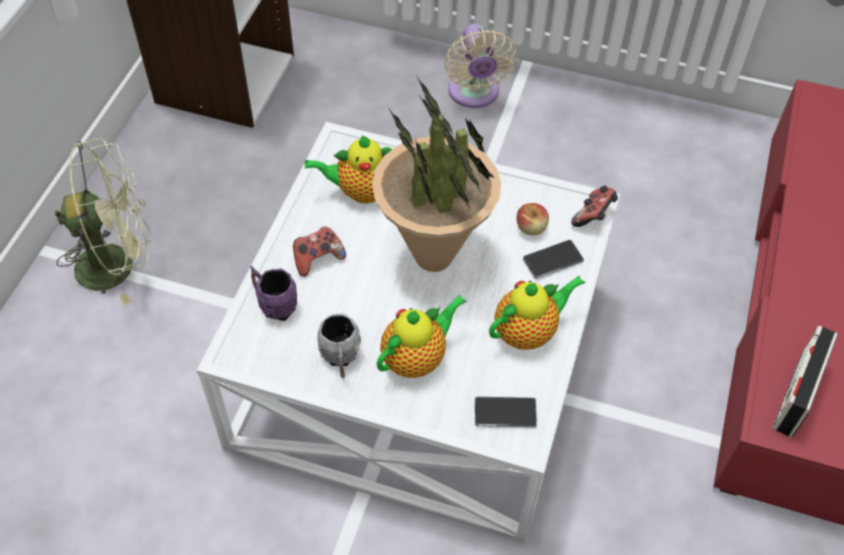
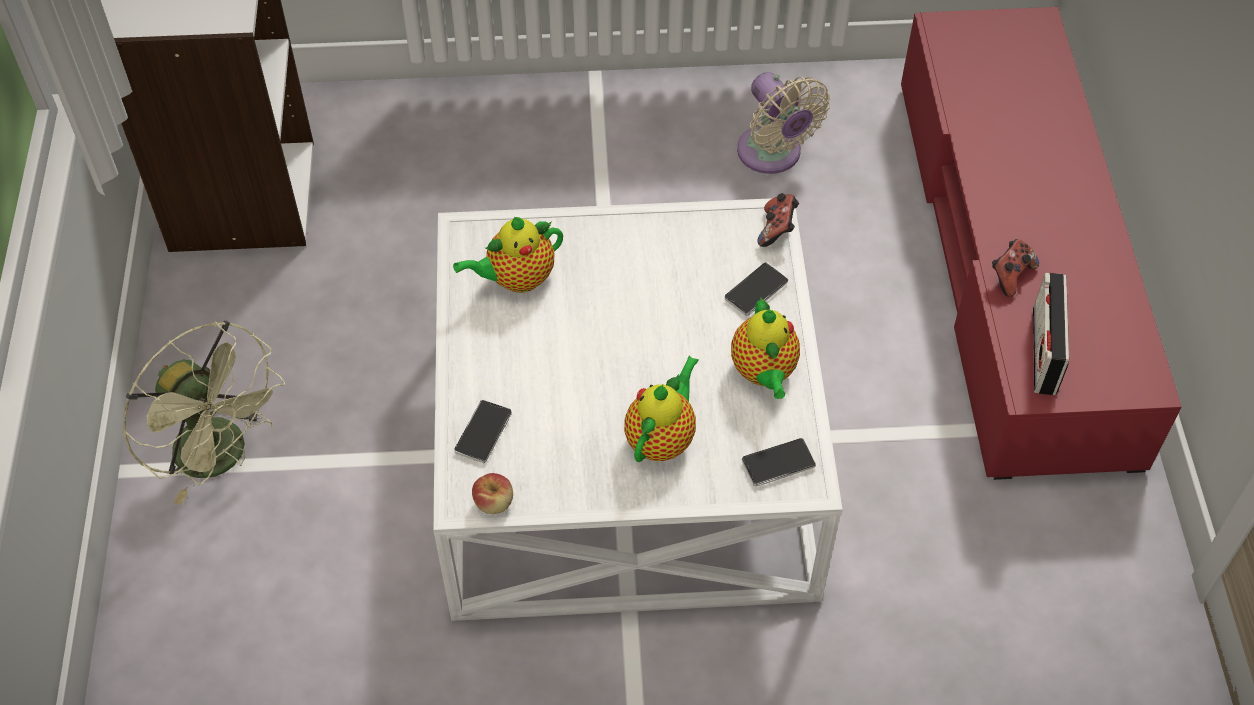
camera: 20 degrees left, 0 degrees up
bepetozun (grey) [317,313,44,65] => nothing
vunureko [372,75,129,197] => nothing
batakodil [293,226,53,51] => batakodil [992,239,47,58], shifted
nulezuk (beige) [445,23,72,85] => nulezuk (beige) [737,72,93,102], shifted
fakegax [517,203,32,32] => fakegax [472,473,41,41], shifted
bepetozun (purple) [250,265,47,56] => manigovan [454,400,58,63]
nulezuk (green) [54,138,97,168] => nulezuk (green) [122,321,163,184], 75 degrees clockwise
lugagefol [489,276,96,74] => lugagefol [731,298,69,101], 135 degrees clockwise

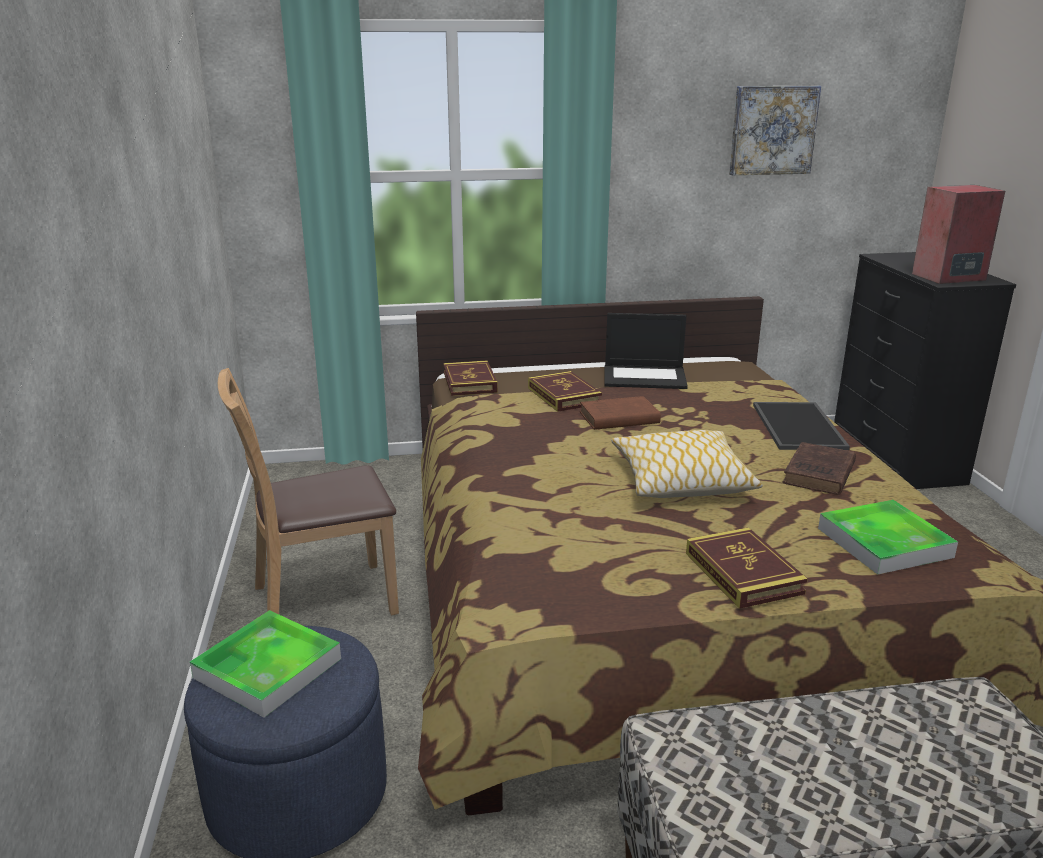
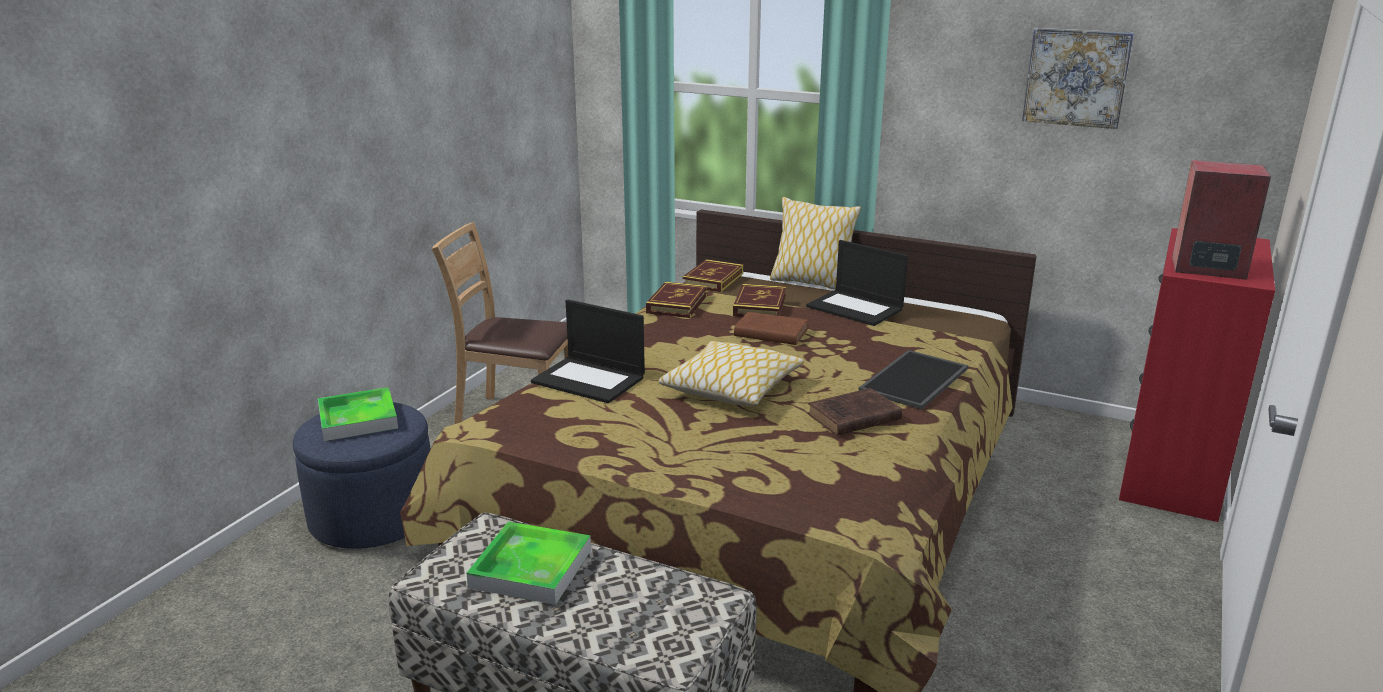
camera: 35 degrees right, 0 degrees up
nothing => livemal [531,300,114,103]
nothing => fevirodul [770,197,91,93]
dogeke [686,527,122,82] => dogeke [646,282,61,36], shifted
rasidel [818,500,140,75] => rasidel [466,522,125,83], shifted
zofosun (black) [834,252,182,237] => zofosun (red) [1119,228,156,294]

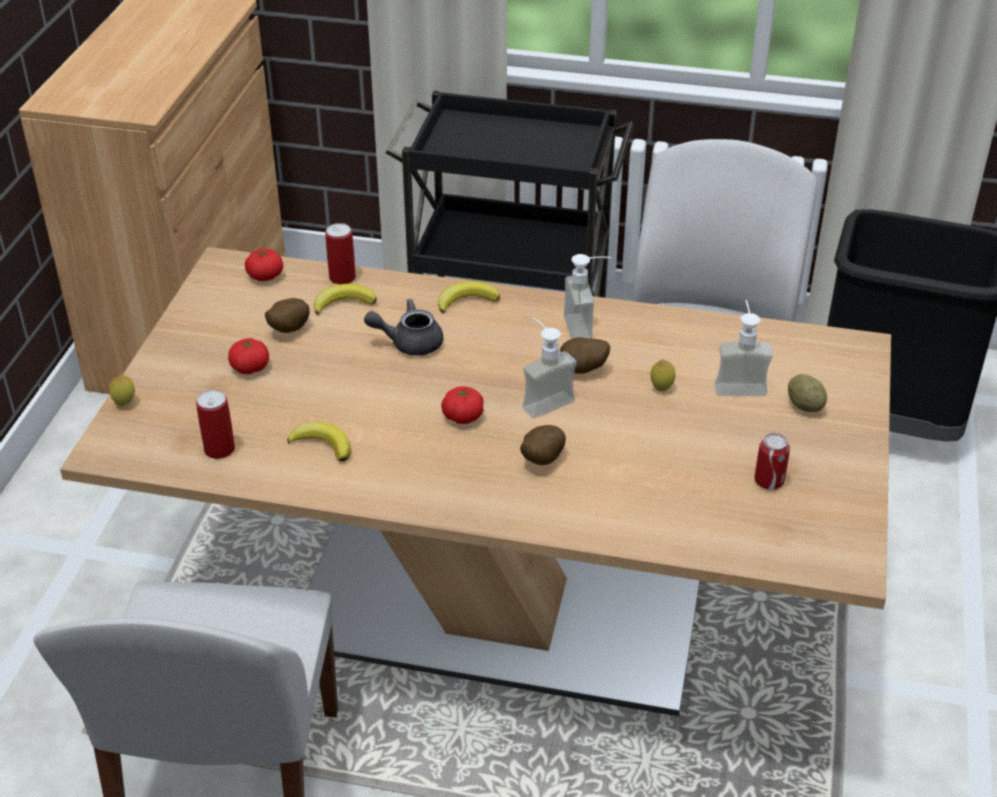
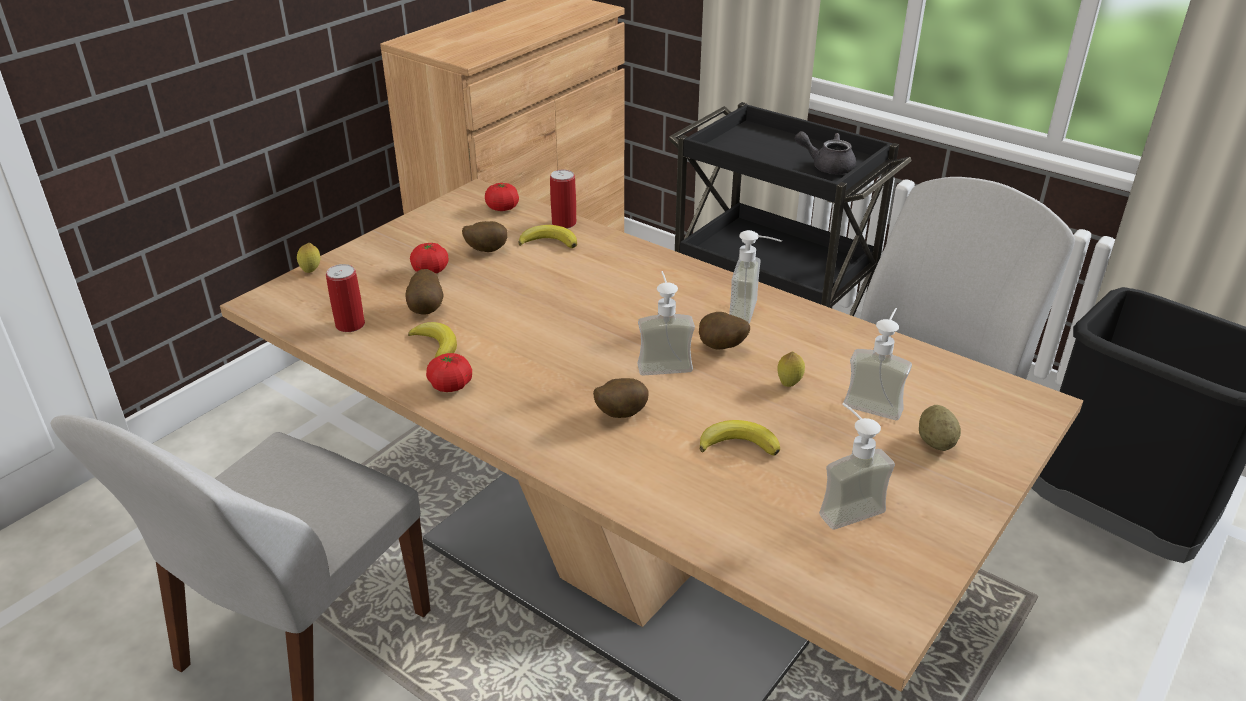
camera: 25 degrees right, 5 degrees down
nothing => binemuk [406,269,38,45]
lugagefol (grey) [364,298,79,58] => lugagefol (grey) [795,131,61,43], shifted
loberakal [438,281,62,33] => loberakal [700,420,80,35], shifted
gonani [441,386,43,38] => gonani [426,353,46,39], shifted
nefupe [754,433,36,57] => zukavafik [819,403,76,127]

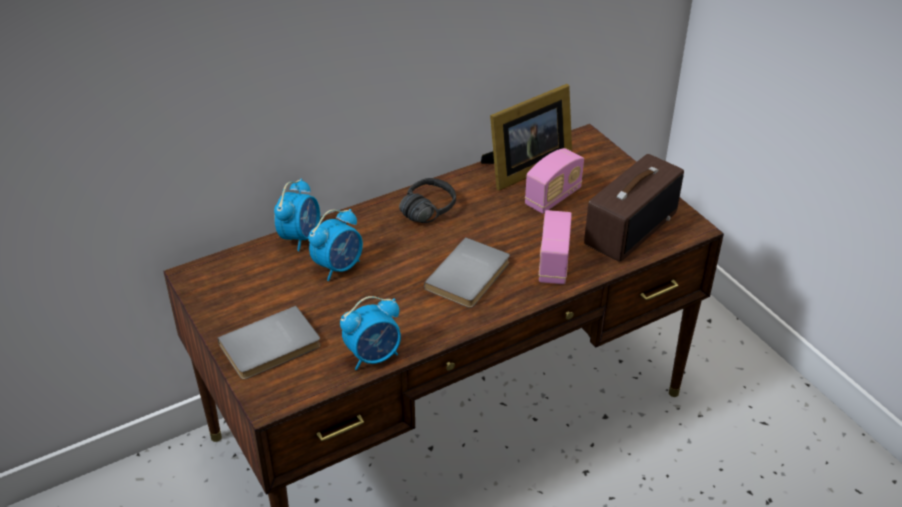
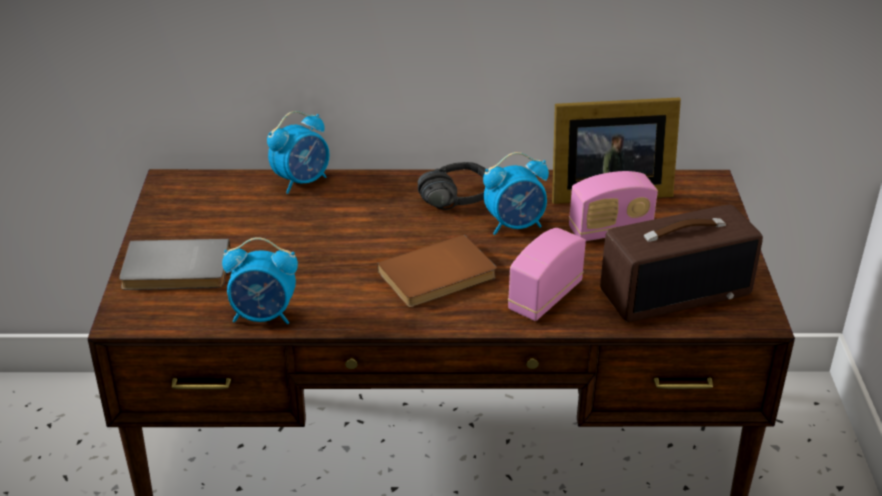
camera: 30 degrees right, 5 degrees down
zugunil [309,209,54,72] => zugunil [483,152,66,83], shifted
dogeke (grey) [424,237,86,71] => dogeke (brown) [377,235,120,73]

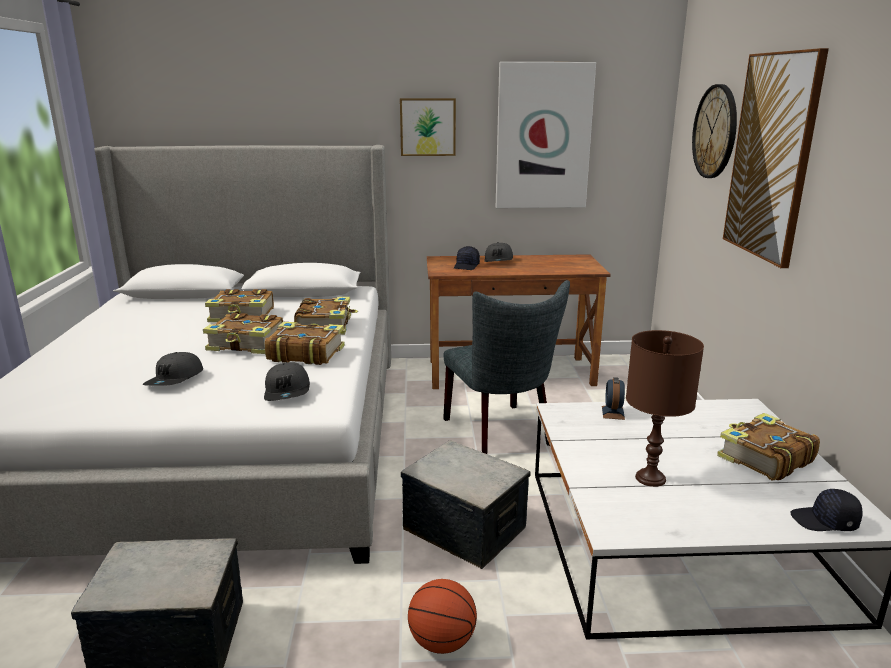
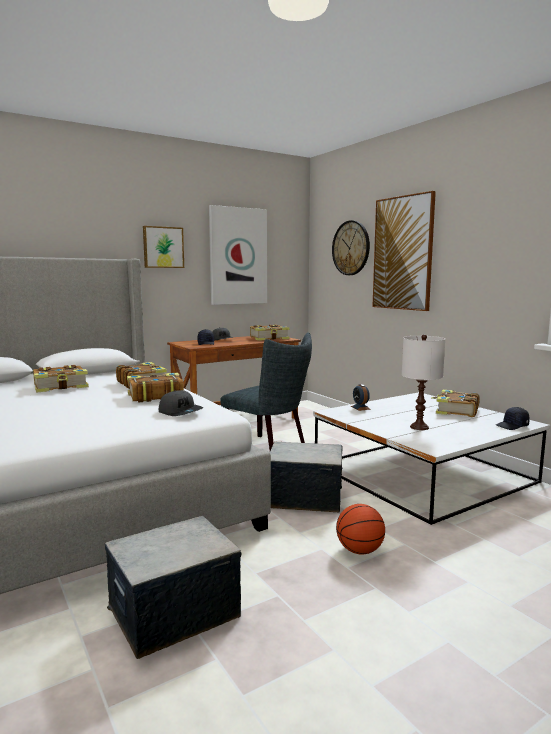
camera: 30 degrees left, 10 degrees down
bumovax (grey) [143,352,60,34] => nothing
dogeke [203,313,80,41] => dogeke [250,324,40,17], shifted
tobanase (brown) [626,330,78,157] => tobanase (white) [402,334,43,96]

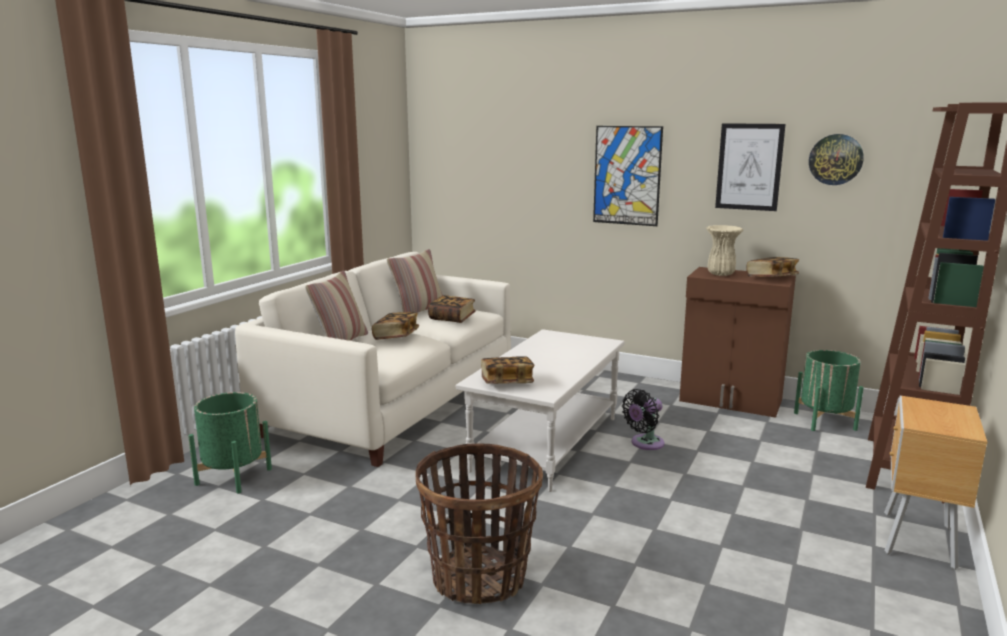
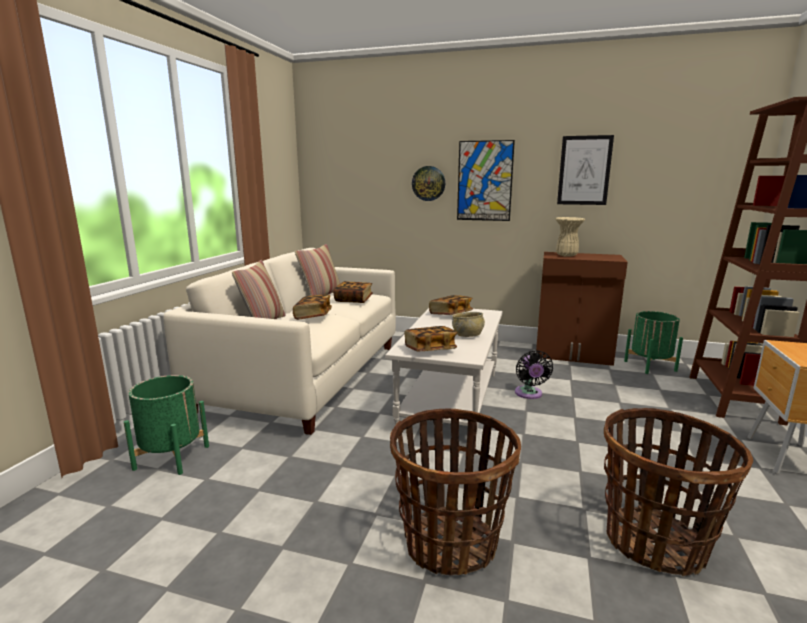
camera: 10 degrees left, 0 degrees up
nothing => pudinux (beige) [452,312,33,25]
nothing => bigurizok [604,408,149,168]
dogeke [746,257,53,20] => dogeke [429,295,44,20], shifted
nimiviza [809,134,55,51] => nimiviza [412,166,33,35], shifted
nulezuk (black) [622,389,43,61] => nulezuk (black) [515,350,38,49], 45 degrees counterclockwise

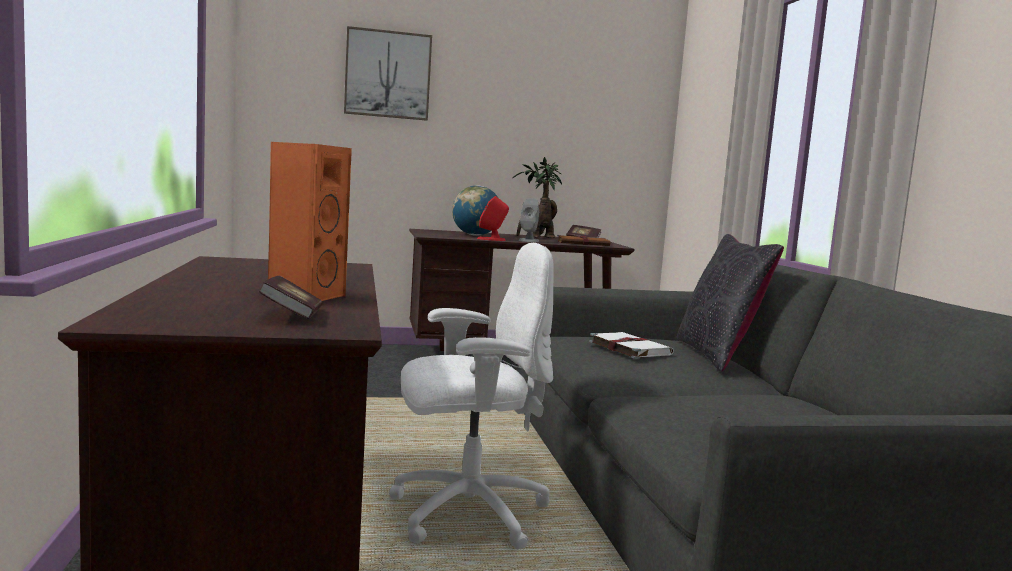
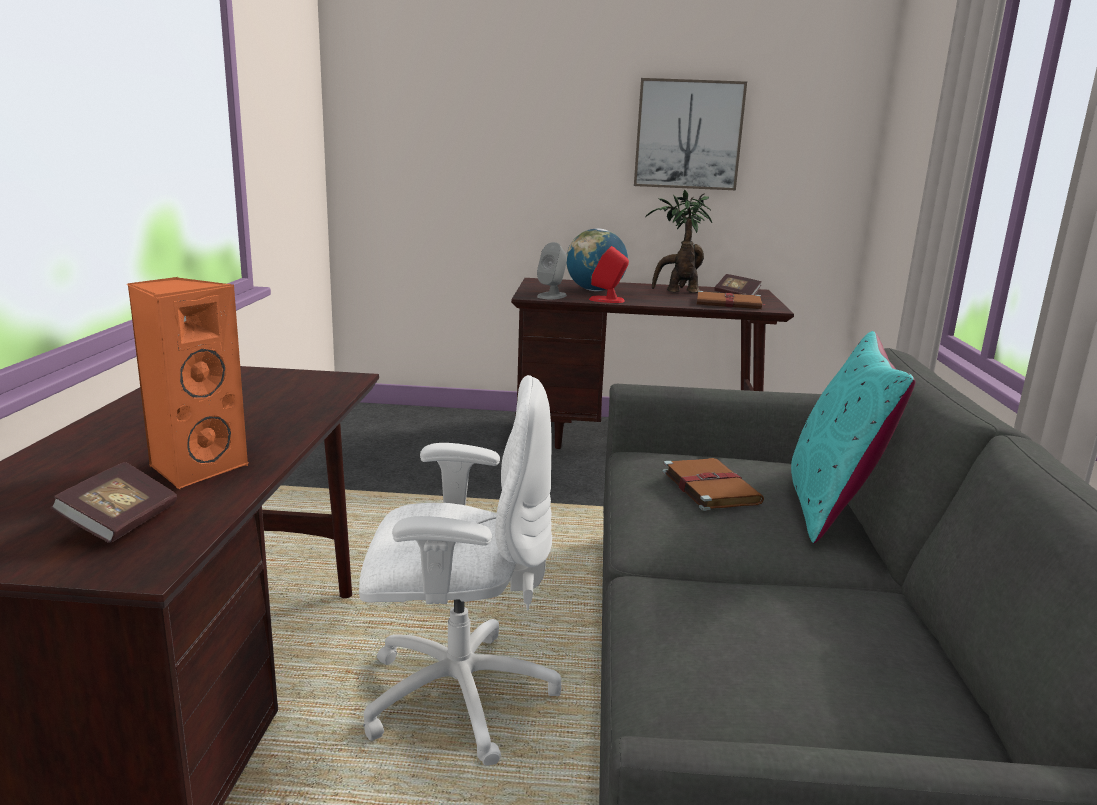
camera: 15 degrees right, 10 degrees up
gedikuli [344,26,88,95] => gedikuli [634,78,113,112], shifted
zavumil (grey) [518,198,21,44] => zavumil (grey) [537,242,30,58], shifted
dogeke (white) [589,332,85,27] => dogeke (brown) [662,458,102,53]
fevirodul (black) [677,234,107,138] => fevirodul (turquoise) [791,331,125,212]

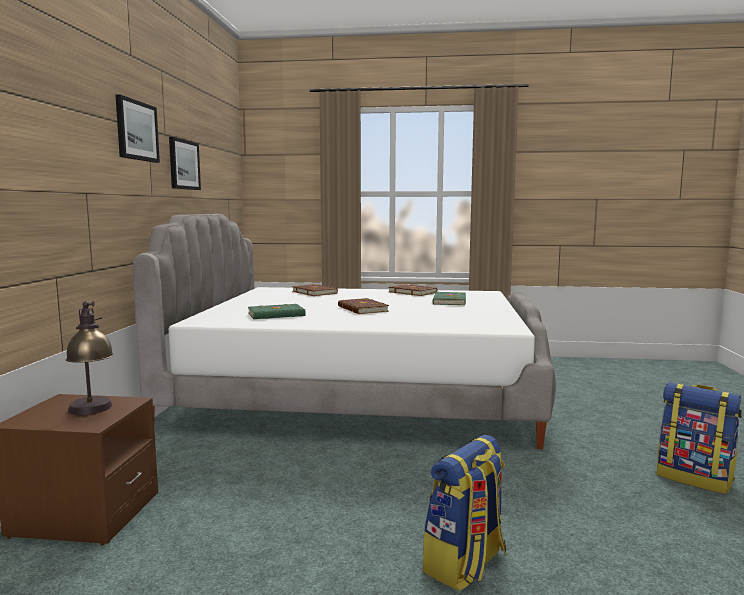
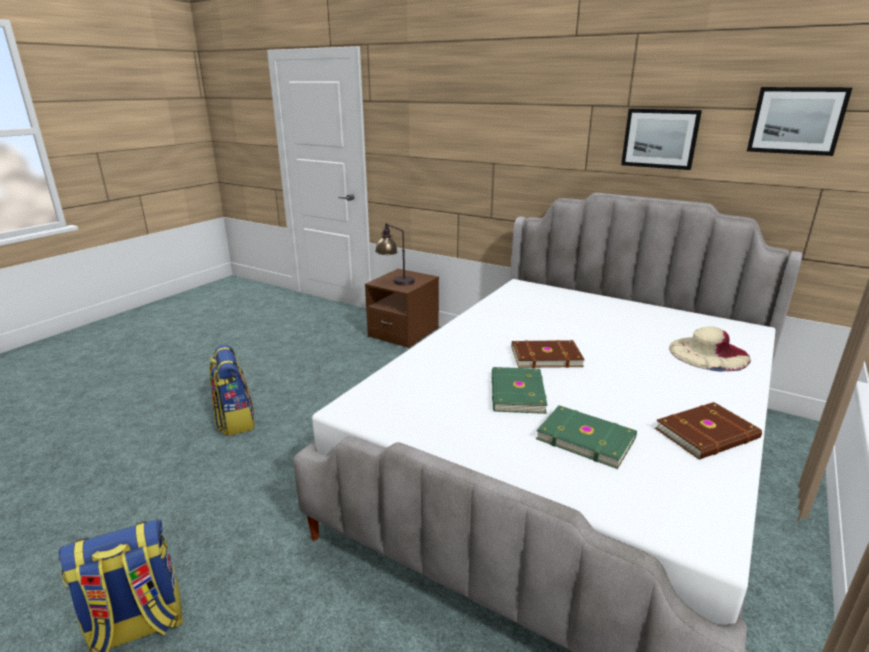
camera: 115 degrees right, 15 degrees up
gedikuli [115,95,45,68] => gedikuli [747,87,106,69], shifted
dogeke (green) [248,304,58,15] => dogeke (green) [491,367,57,47], shifted
dogeke (brown) [292,284,46,12] => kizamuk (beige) [669,326,81,45]

